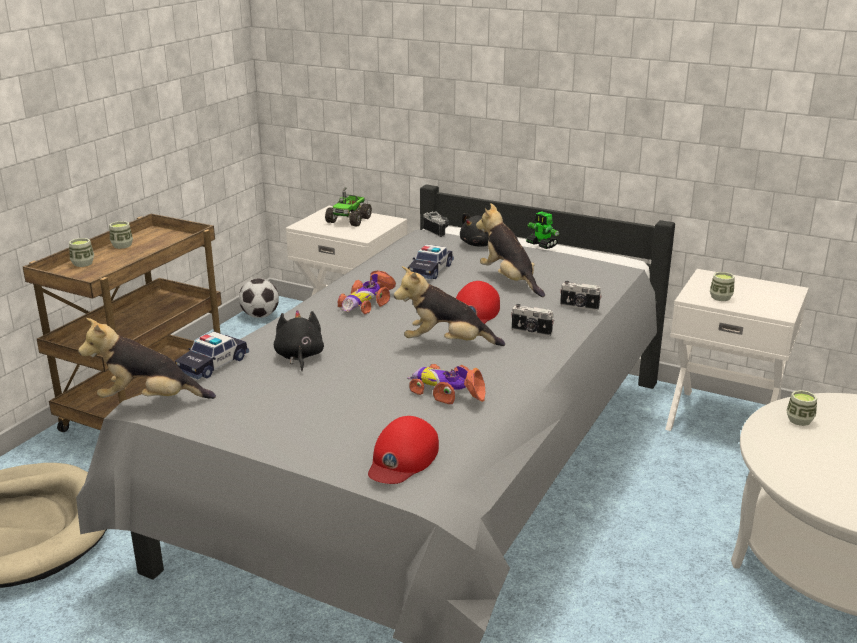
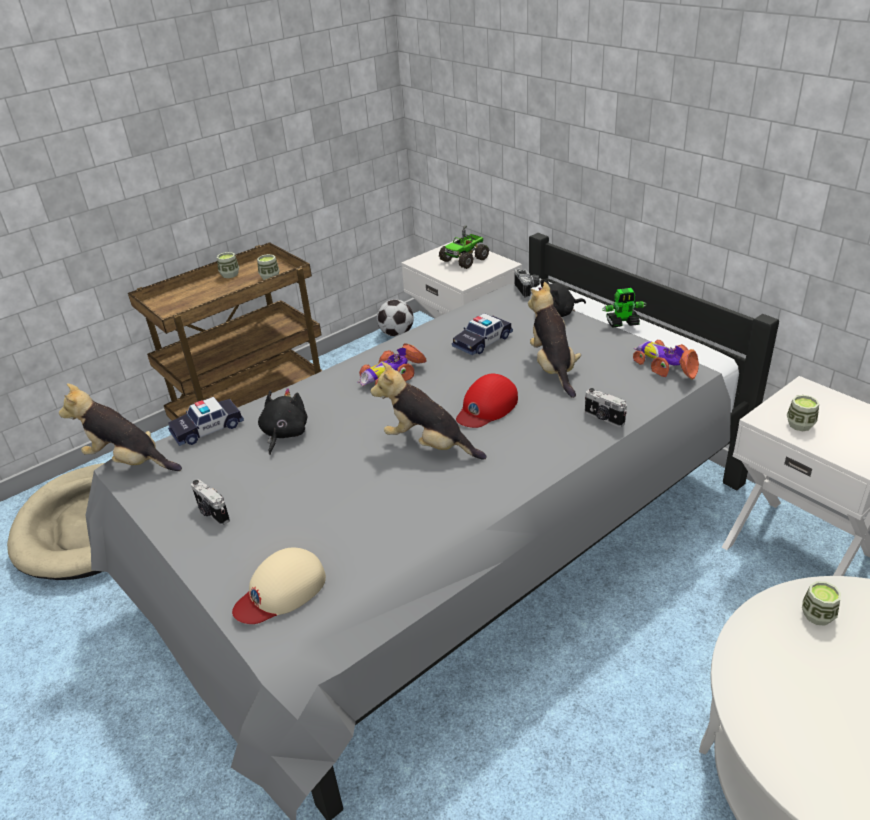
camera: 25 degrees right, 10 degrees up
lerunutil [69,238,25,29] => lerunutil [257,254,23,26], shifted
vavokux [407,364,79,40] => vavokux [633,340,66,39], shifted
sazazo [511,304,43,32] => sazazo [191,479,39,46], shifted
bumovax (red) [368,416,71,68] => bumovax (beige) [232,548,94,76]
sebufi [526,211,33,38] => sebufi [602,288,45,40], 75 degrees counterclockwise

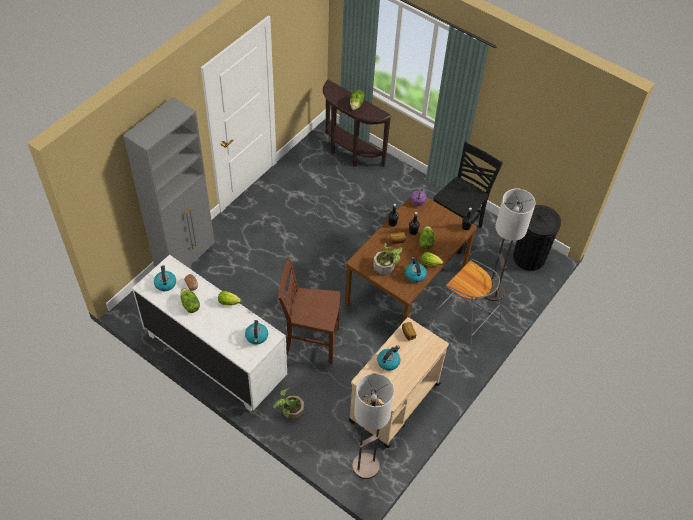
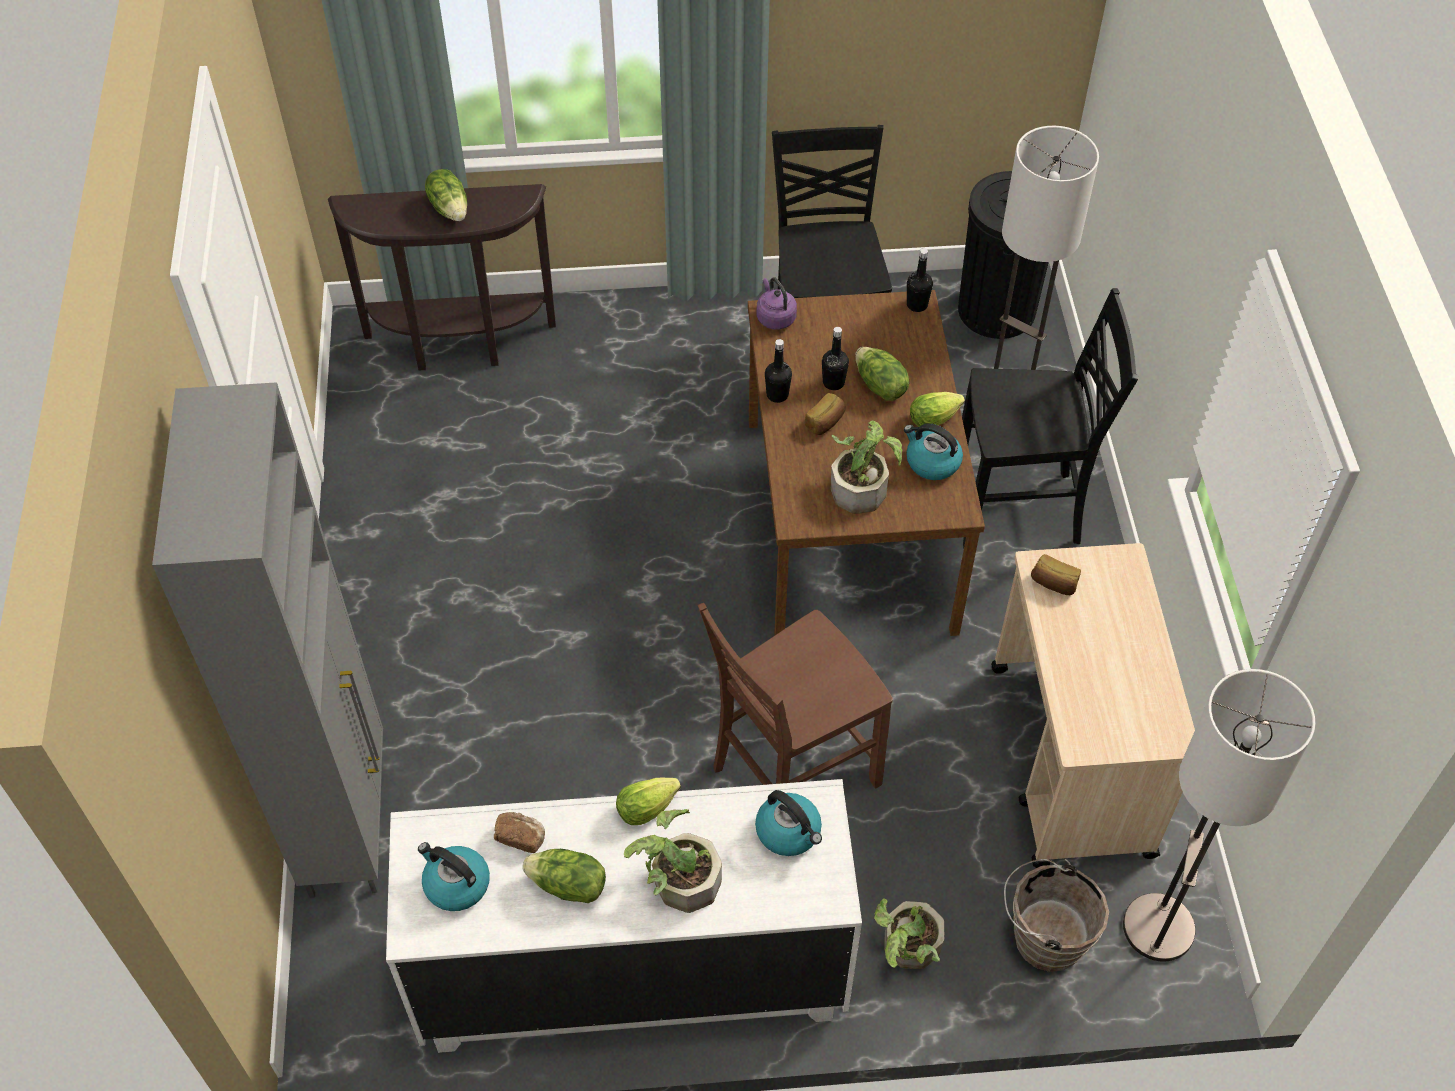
camera: 40 degrees left, 0 degrees up
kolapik [377,345,23,26] => nothing
nothing => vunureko [624,809,98,104]
nothing => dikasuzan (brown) [1004,859,105,113]
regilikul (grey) [430,259,72,93] => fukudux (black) [962,288,176,261]

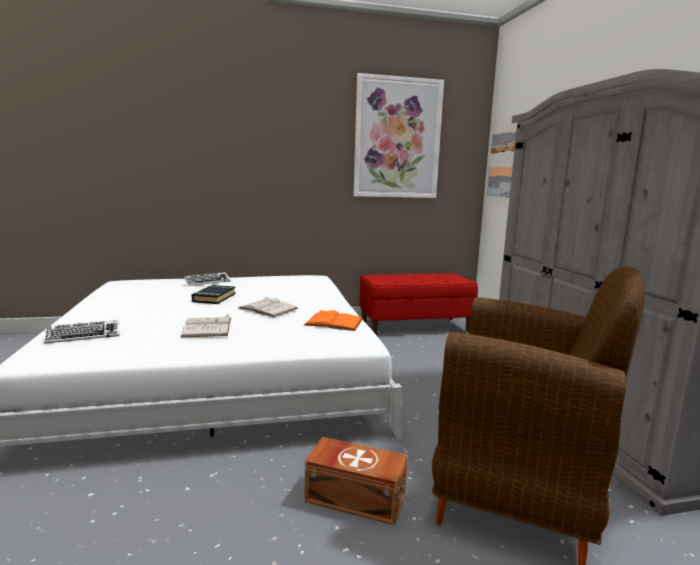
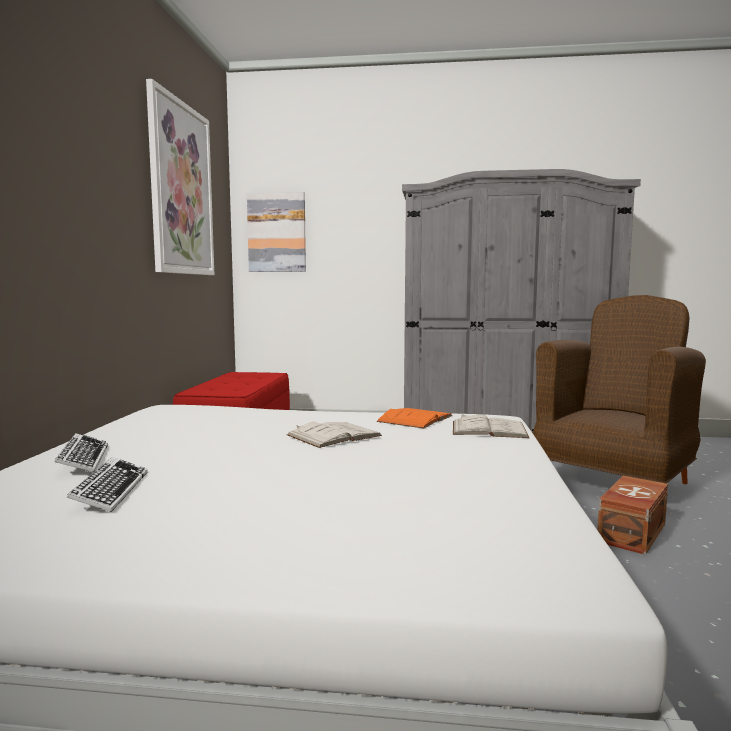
camera: 70 degrees left, 5 degrees down
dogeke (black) [192,285,44,19] => nothing
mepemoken [44,320,75,24] => mepemoken [67,457,81,55], shifted
dogeke (white) [181,315,50,22] => dogeke (white) [453,414,76,24], shifted

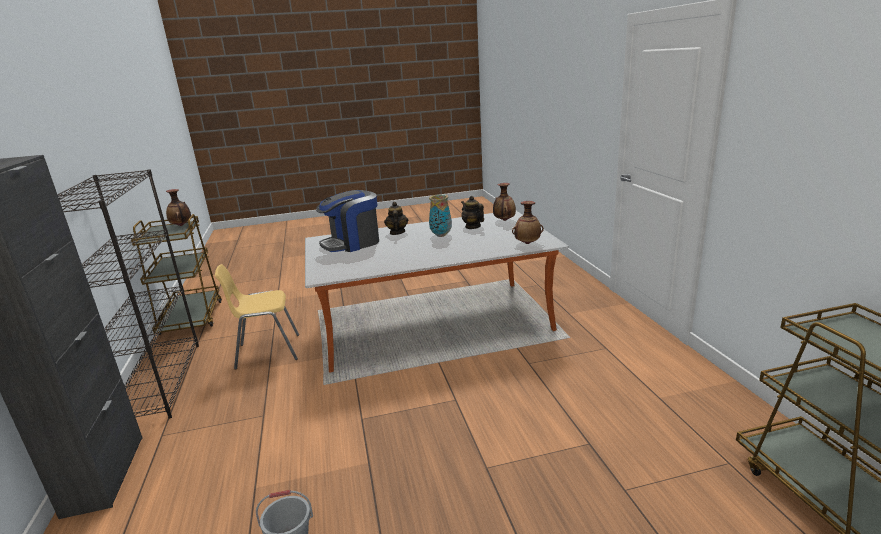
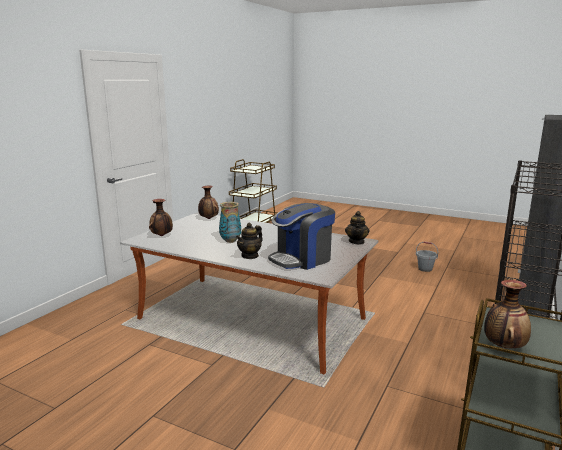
camera: 140 degrees left, 5 degrees down
fukudux (yellow) [215,264,84,106] => nothing
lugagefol [461,196,23,33] => lugagefol [345,211,25,33], shifted
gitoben [316,190,63,62] => gitoben [268,203,67,67], 135 degrees clockwise

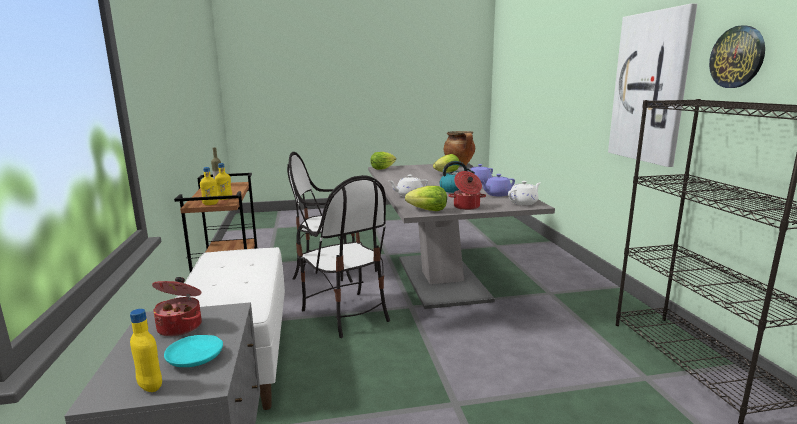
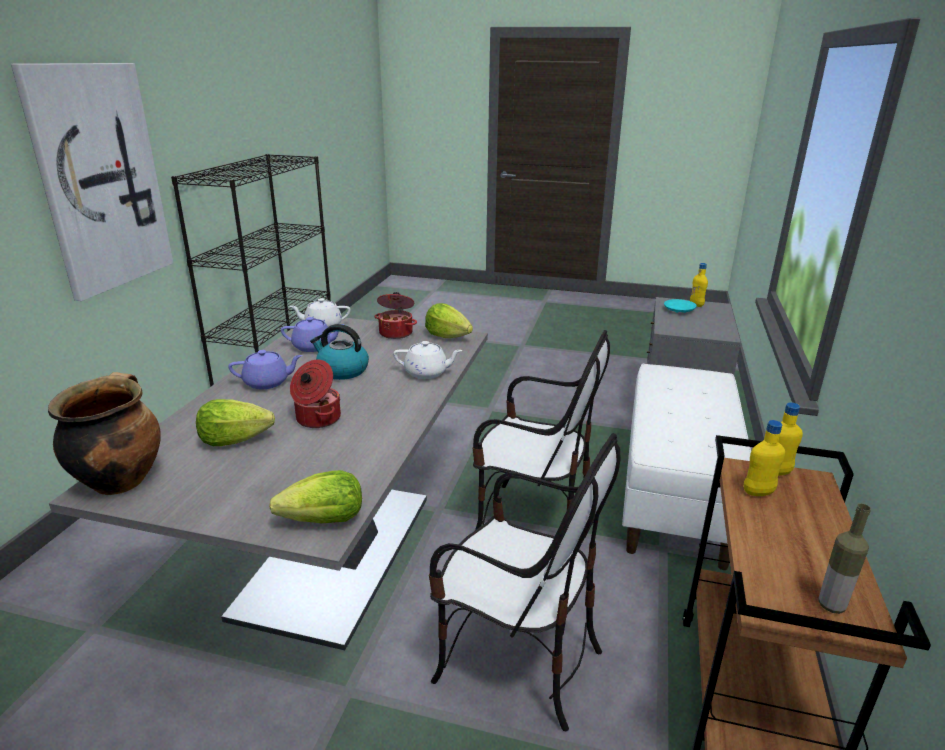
camera: 155 degrees left, 10 degrees up
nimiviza [709,25,56,63] => nothing
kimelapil [152,277,50,60] => kimelapil [290,360,51,68], shifted
fukudux [296,175,94,163] => fukudux [473,330,137,200], 120 degrees clockwise

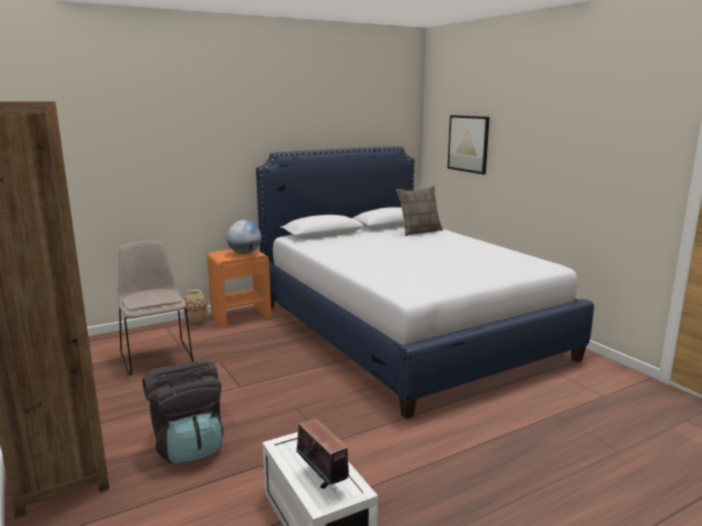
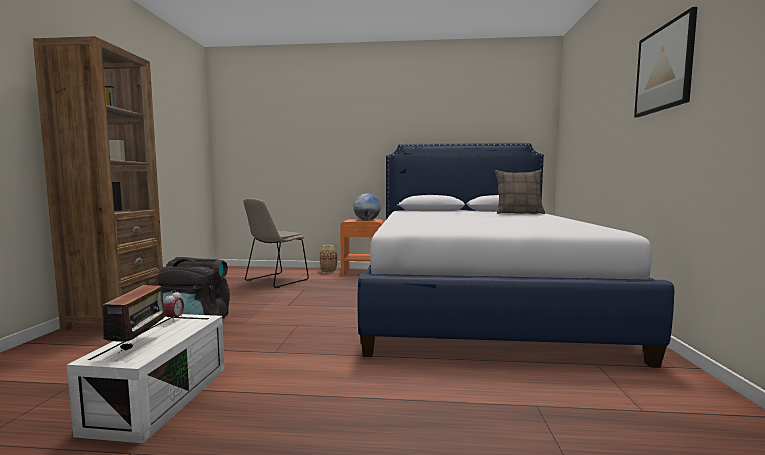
camera: 35 degrees right, 10 degrees down
nothing => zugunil [164,290,20,32]
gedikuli [447,115,43,60] => gedikuli [634,7,63,110], shifted
fukudux (beige) [118,241,76,134] => fukudux (beige) [243,198,66,90], 150 degrees counterclockwise

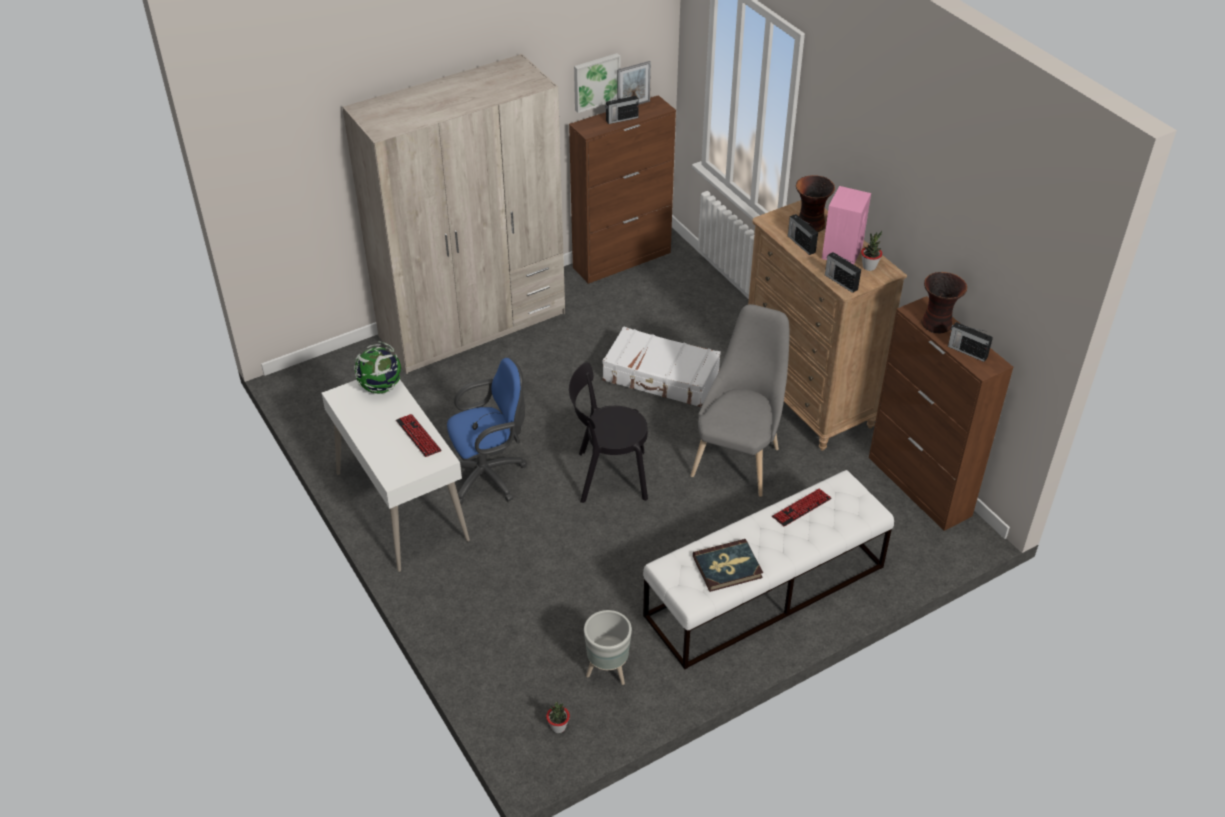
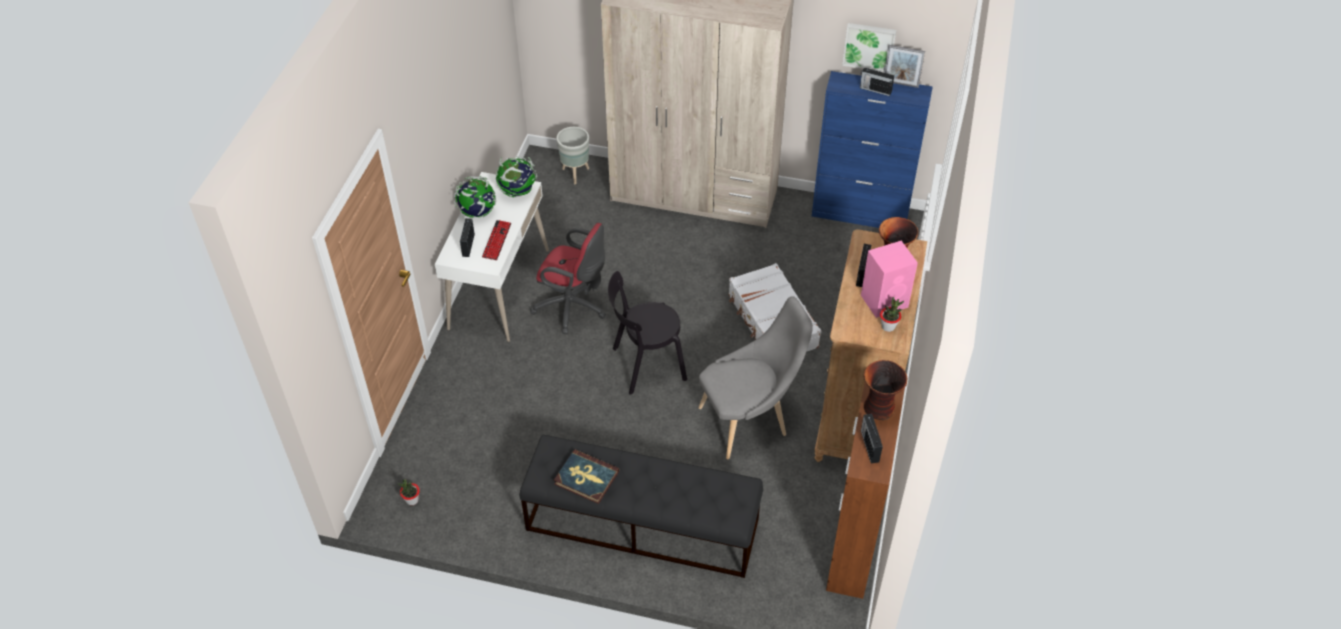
camera: 45 degrees right, 5 degrees up
mepemoken [772,488,60,39] => nothing
nothing => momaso [454,176,42,42]
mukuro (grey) [584,610,48,75] => mukuro (grey) [556,127,33,57], shifted
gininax [825,252,36,41] => gininax [460,218,15,39], shifted
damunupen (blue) [447,358,80,147] => damunupen (red) [530,223,76,111]
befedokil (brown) [569,95,107,189] => befedokil (blue) [812,71,121,157]
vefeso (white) [643,470,251,199] => vefeso (black) [520,435,243,143]
fukudux (black) [569,362,79,141] => fukudux (black) [608,271,79,124], 60 degrees counterclockwise

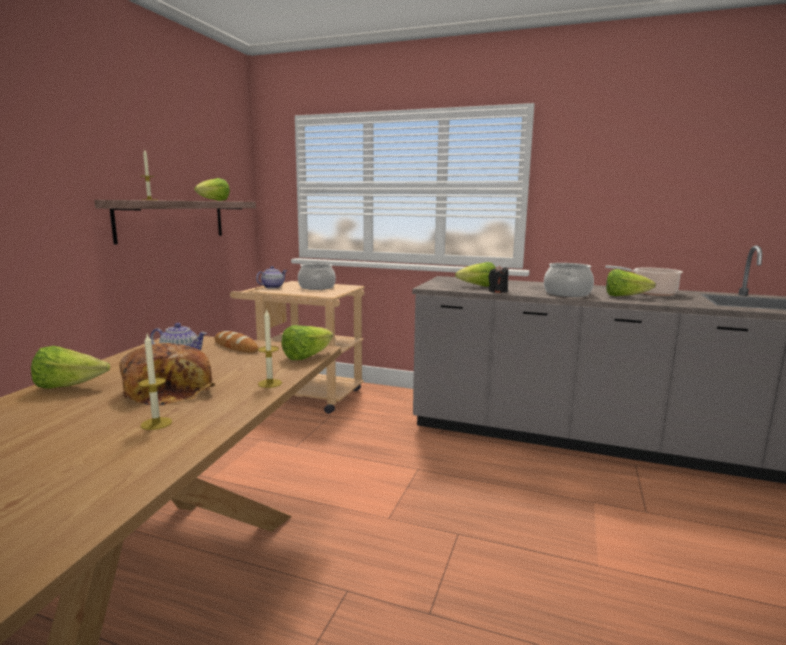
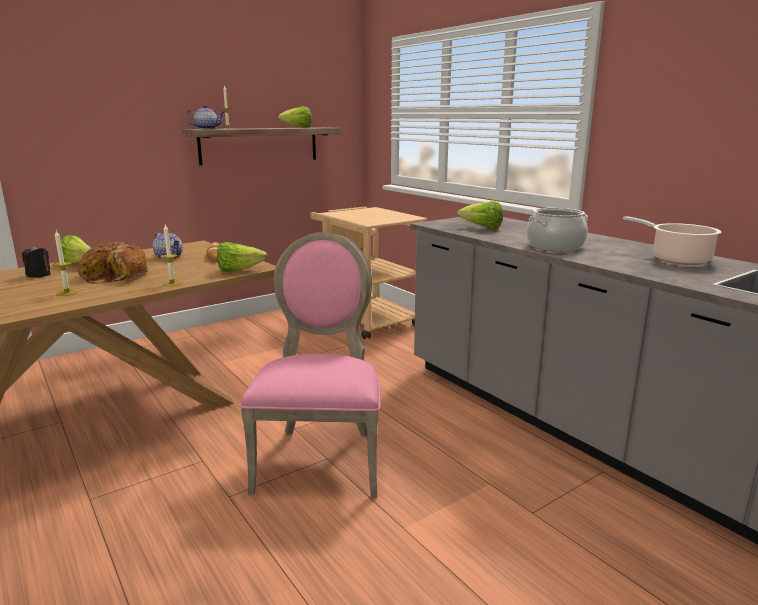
camera: 35 degrees right, 5 degrees up
kimelapil [298,263,38,27] => nothing
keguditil [606,269,50,27] => nothing
nothing => fukudux (pink) [240,232,141,266]
lugagefol [256,266,31,23] => lugagefol [185,105,39,24], shifted
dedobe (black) [489,265,19,28] => dedobe (black) [22,245,29,33], shifted

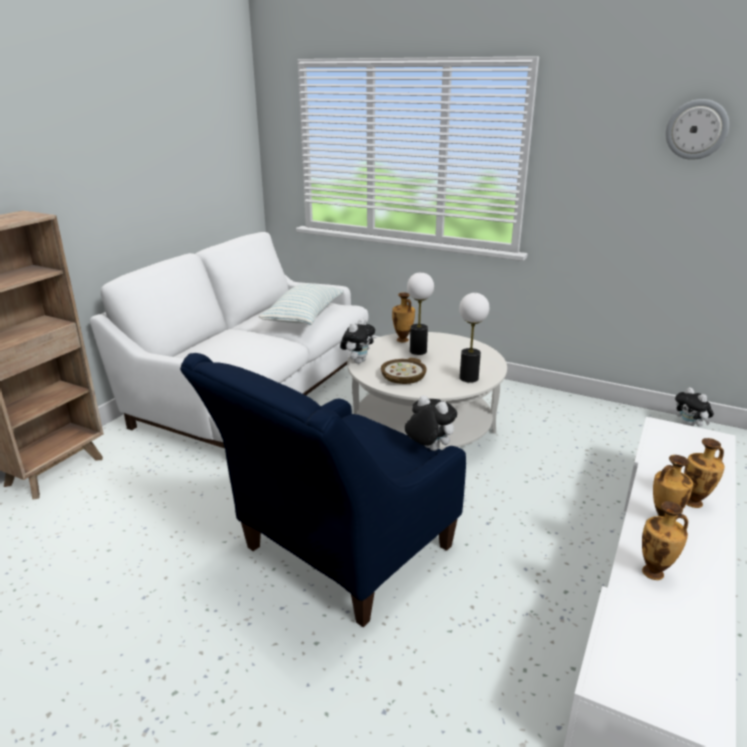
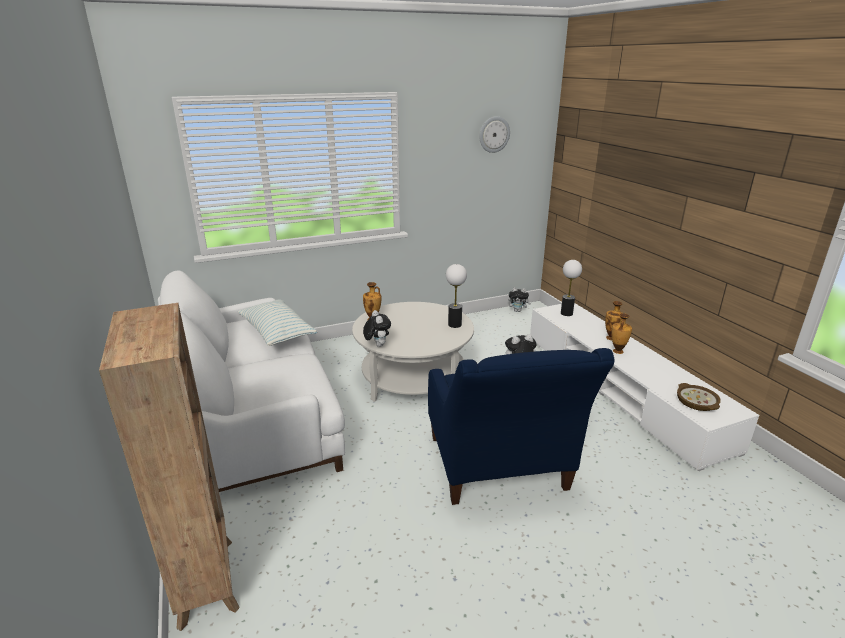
camera: 50 degrees left, 0 degrees up
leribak [642,501,46,79] => nothing
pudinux [381,358,46,26] => pudinux [677,383,44,28], shifted
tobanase [407,272,27,83] => tobanase [561,260,21,56], shifted

